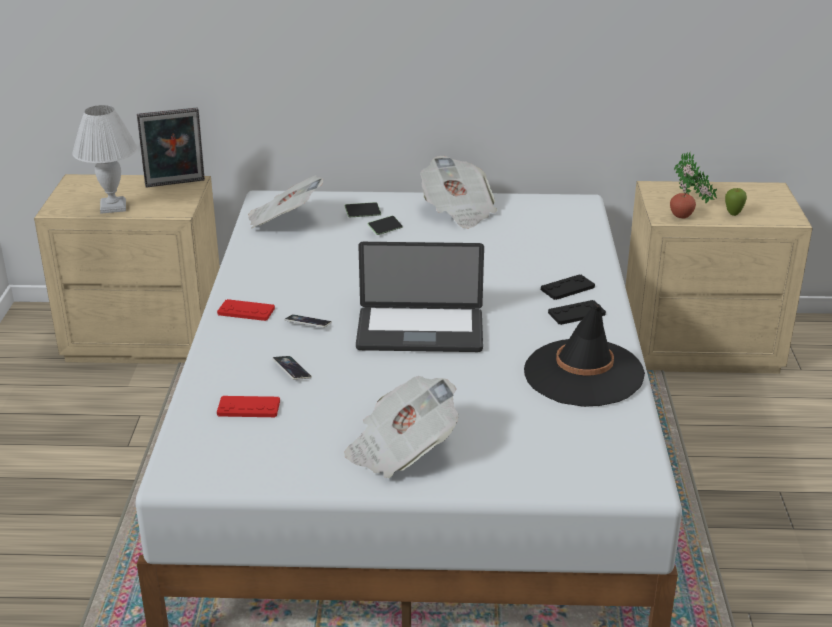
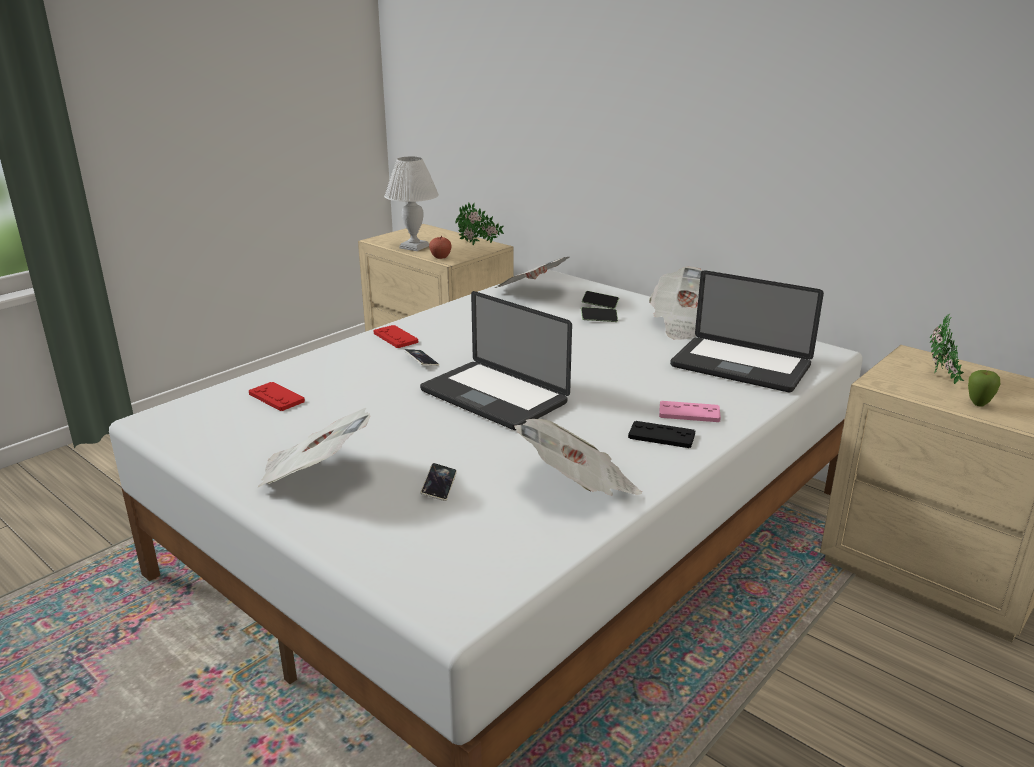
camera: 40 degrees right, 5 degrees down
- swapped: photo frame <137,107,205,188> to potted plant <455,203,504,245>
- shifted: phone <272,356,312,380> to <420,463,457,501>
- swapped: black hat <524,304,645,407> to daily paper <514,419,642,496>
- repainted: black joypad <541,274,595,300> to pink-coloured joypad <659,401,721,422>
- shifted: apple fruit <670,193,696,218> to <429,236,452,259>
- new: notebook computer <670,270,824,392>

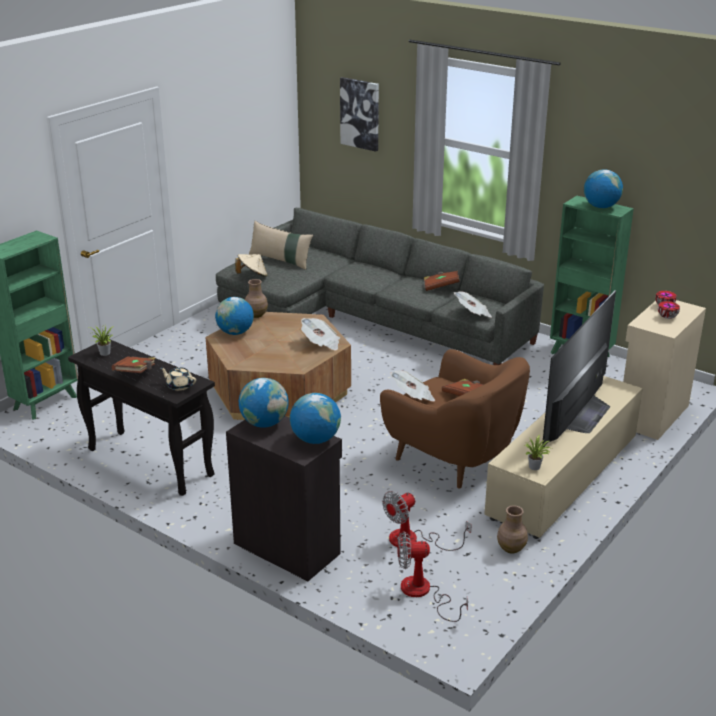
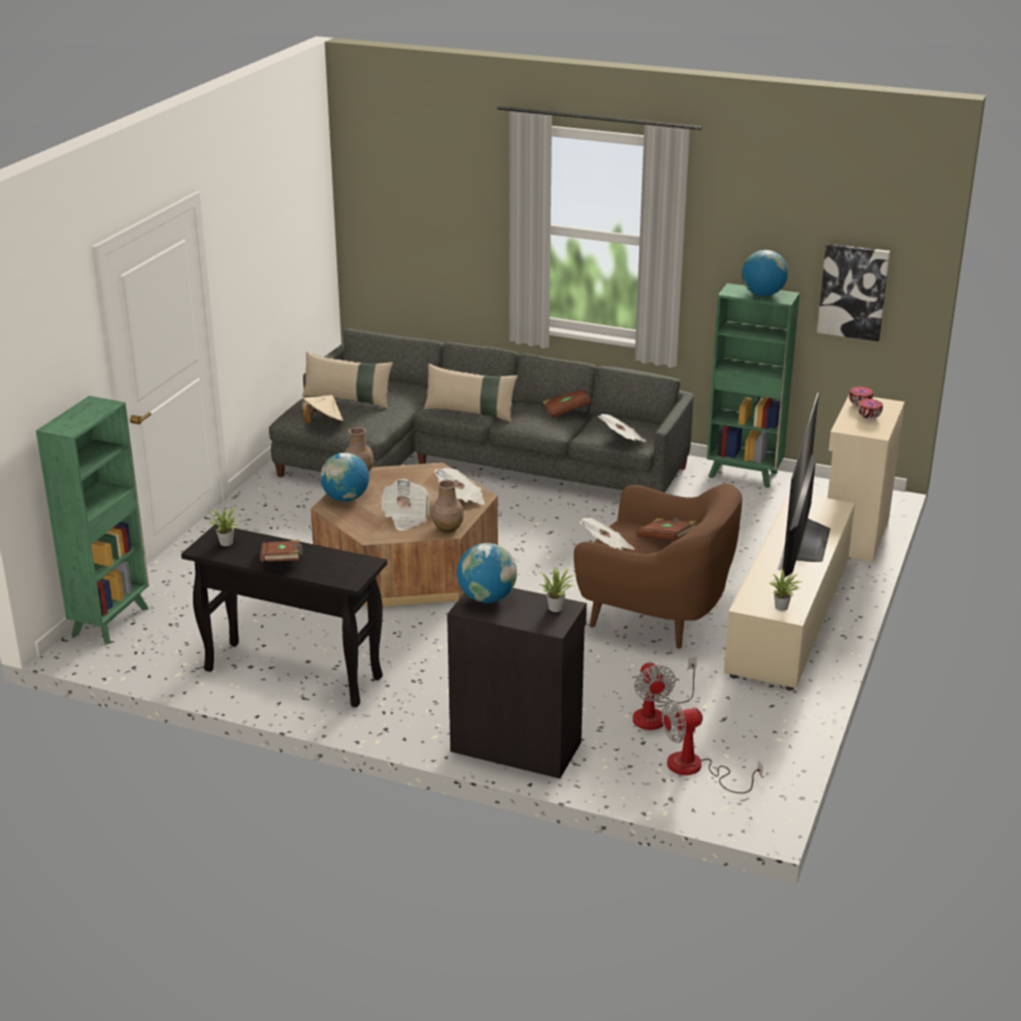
camera: 15 degrees left, 0 degrees up
- gone: beige pot for tea <160,367,196,391>
- swapped: globe <290,393,341,444> to potted plant <540,567,577,612>
- shifted: wall art <340,77,379,152> to <817,243,890,341>
- rotated: cooling fan <382,491,472,551> = <633,658,697,730> 45 degrees counterclockwise
- shifted: brown-coloured vase <497,505,528,554> to <432,480,464,533>
- new: daily paper <380,479,430,531>
- new: beige throw pillow <424,364,518,422>

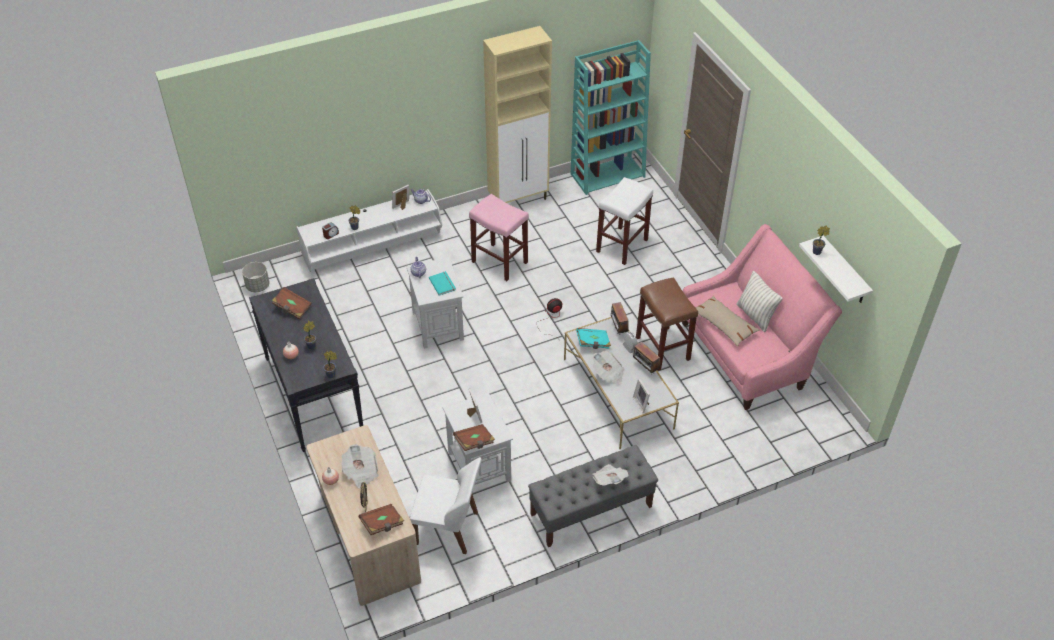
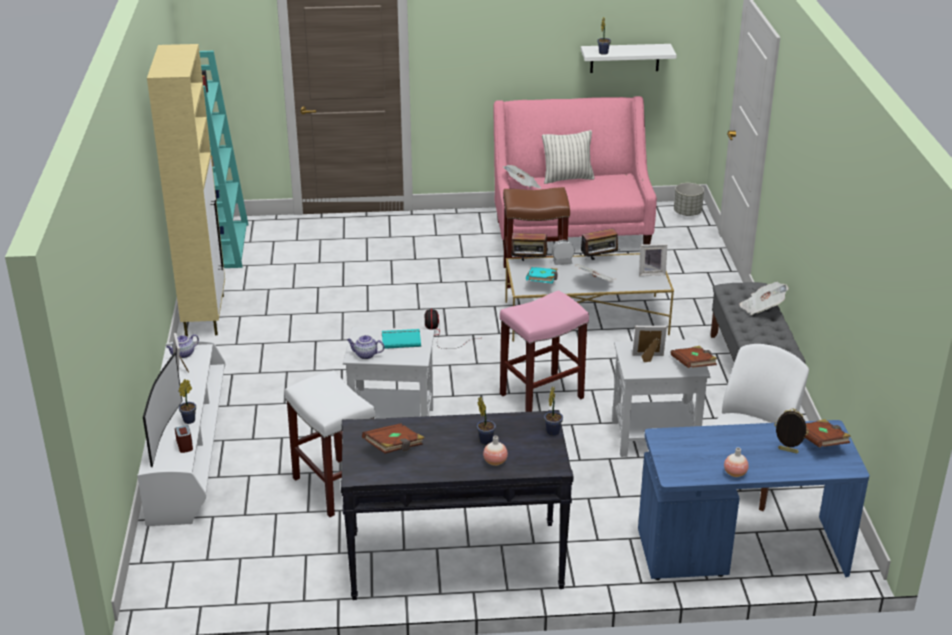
camera: 70 degrees left, 15 degrees down
- shifted: gray plant pot <242,262,270,292> to <674,183,704,216>
- repainted: beige desk unit <306,425,421,606> to blue-coloured desk unit <638,420,870,580>
- shifted: daily paper <341,444,379,489> to <503,165,541,189>
- shifted: pink-coloured stool <469,194,529,281> to <500,290,589,412>
- shifted: whitish stool <596,177,653,265> to <285,371,375,517>
- gone: beige throw pillow <696,296,760,346>
- new: TV <143,353,182,467>

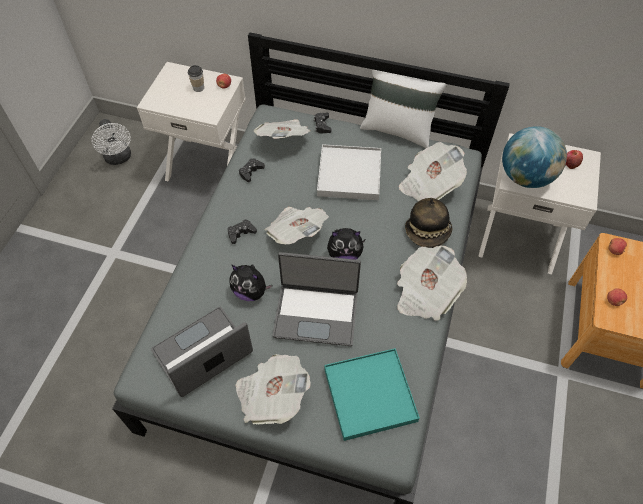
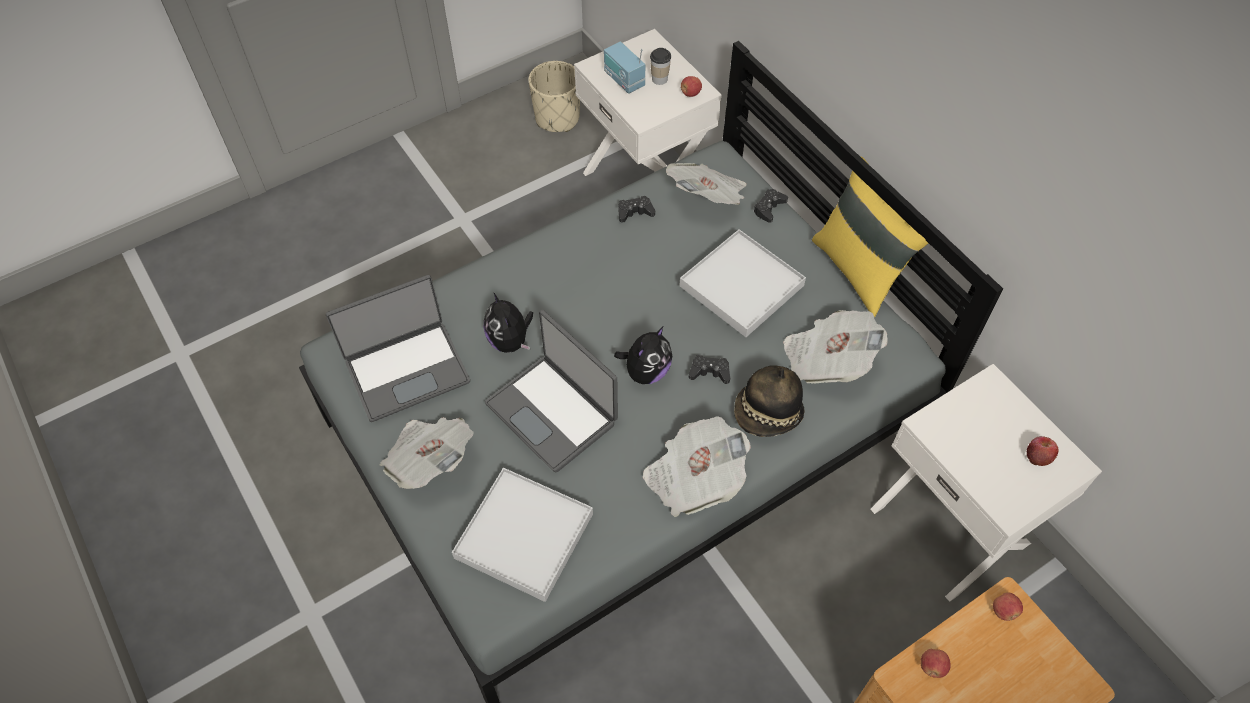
camera: 40 degrees right, 0 degrees up
- swapped: whitish cooling fan <92,119,131,165> to beige plant pot <529,61,580,132>
- rotated: notebook computer <151,307,253,397> = <326,275,470,422> 150 degrees clockwise
- shifted: black joypad <228,219,257,244> to <689,355,730,384>
- gone: daily paper <264,207,329,244>
- repainted: turquoise carrying tray <324,348,420,441> to whitish carrying tray <452,468,593,602>
- rotated: cuddly toy <327,228,365,260> = <614,327,672,384> 90 degrees counterclockwise
- repainted: whitish throw pillow <360,69,447,148> to yellow-coloured throw pillow <812,157,928,318>
- gone: globe <502,126,567,188>
- new: radio set <604,41,645,94>

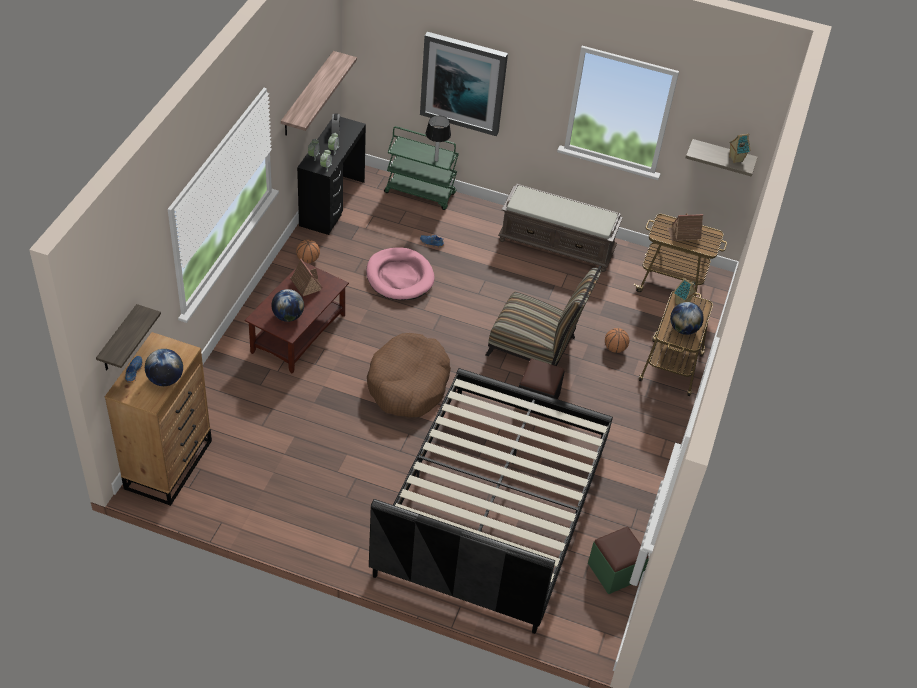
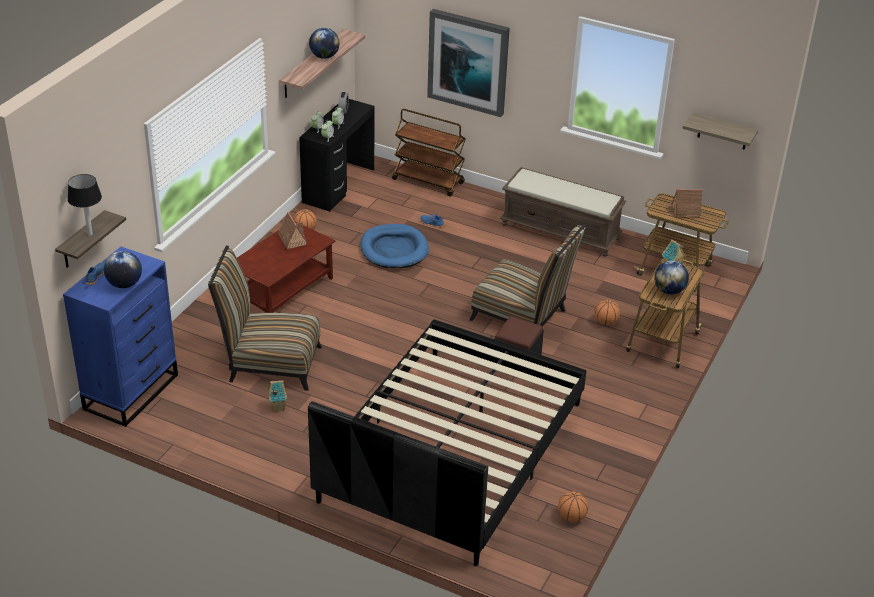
camera: 10 degrees right, 10 degrees down
- repainted: brown-coloured drawer chest <105,332,212,506> to blue-coloured drawer chest <63,247,178,427>
- shifted: globe <271,289,304,322> to <309,28,340,59>
- repainted: pink-coloured dog bed <366,247,434,300> to blue-coloured dog bed <360,224,429,268>
- gone: brown-coloured dog bed <367,333,451,418>
- repainted: green-coloured cart <384,126,459,210> to brown-coloured cart <392,109,466,197>
- shifted: tabletop lamp <426,115,451,162> to <67,174,102,236>
- swapped: green-coloured ottoman <588,527,649,594> to ball for basketball <558,492,588,522>
- shifted: model house <729,134,751,163> to <268,380,287,412>
- new: plain chair <208,246,322,391>

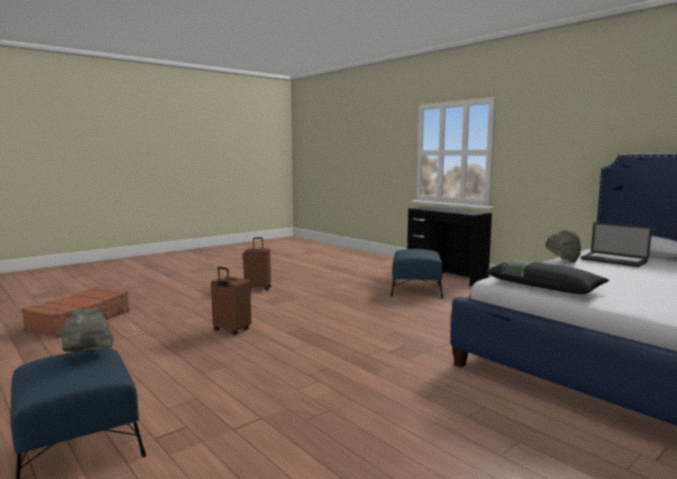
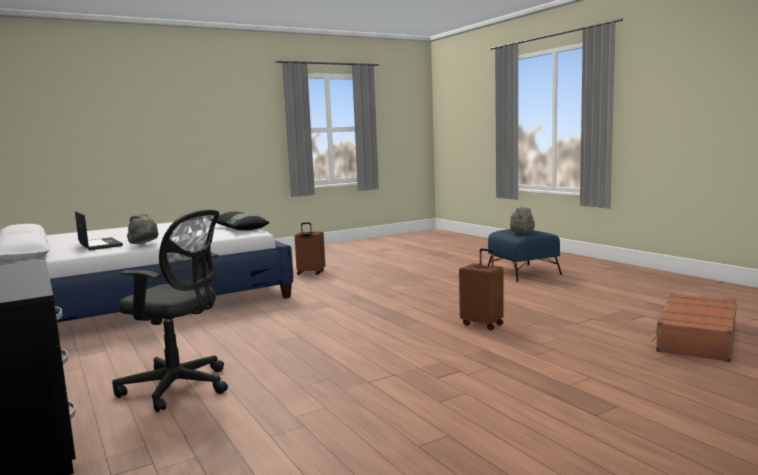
camera: 170 degrees left, 0 degrees up
- shifted: brown-coloured piece of luggage <243,238,271,291> to <295,223,325,275>
- swapped: blue-coloured ottoman <391,249,443,299> to black desk chair <112,209,228,412>

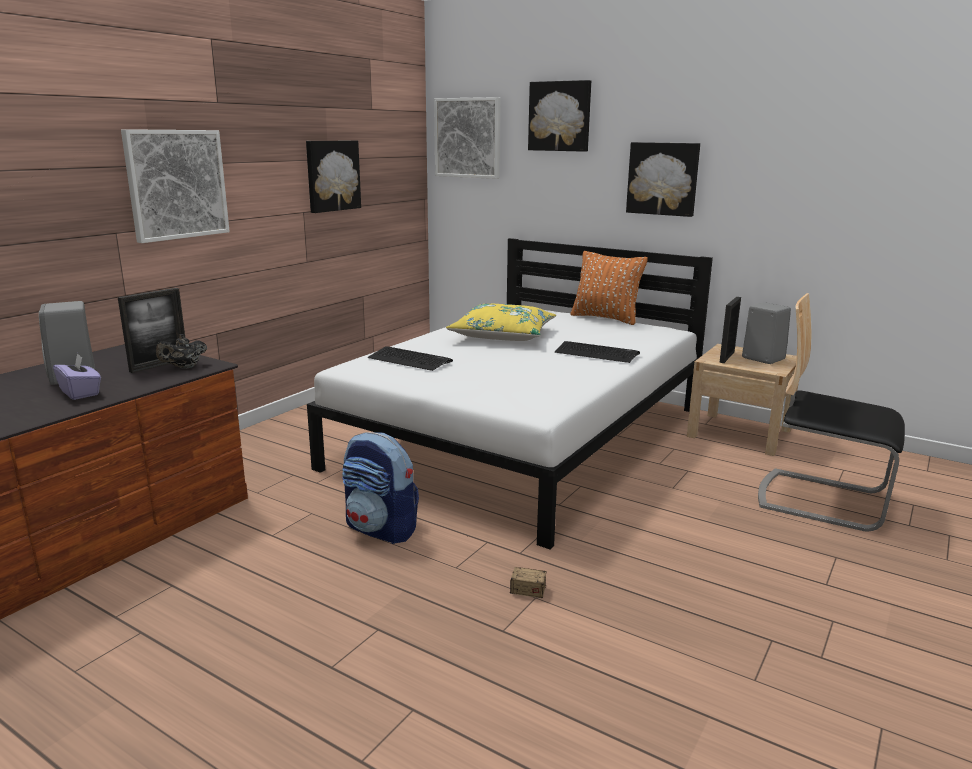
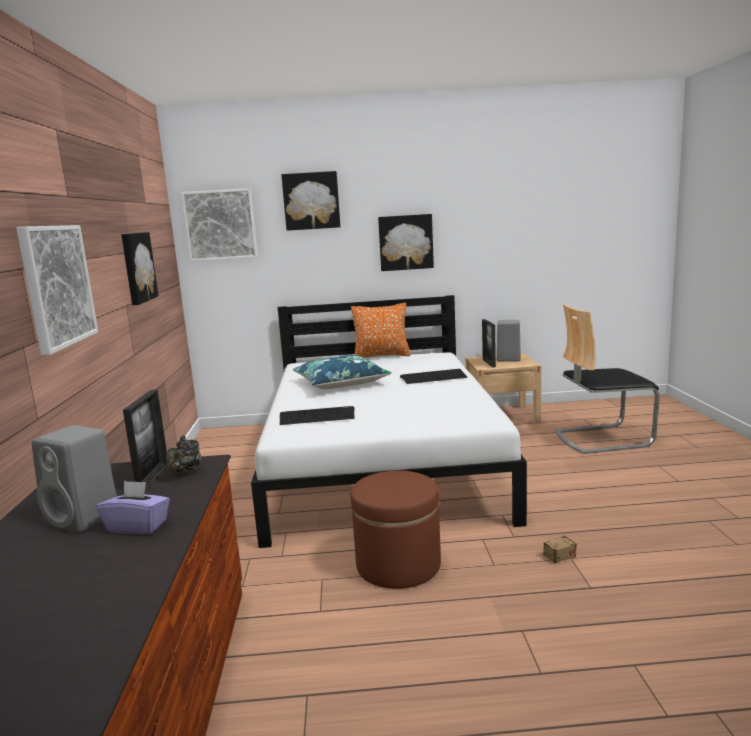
camera: 35 degrees left, 5 degrees down
- swapped: knapsack <342,432,419,544> to brown-coloured ottoman <351,471,441,589>
- repainted: yellow-coloured throw pillow <446,303,556,341> to blue-coloured throw pillow <293,355,391,389>

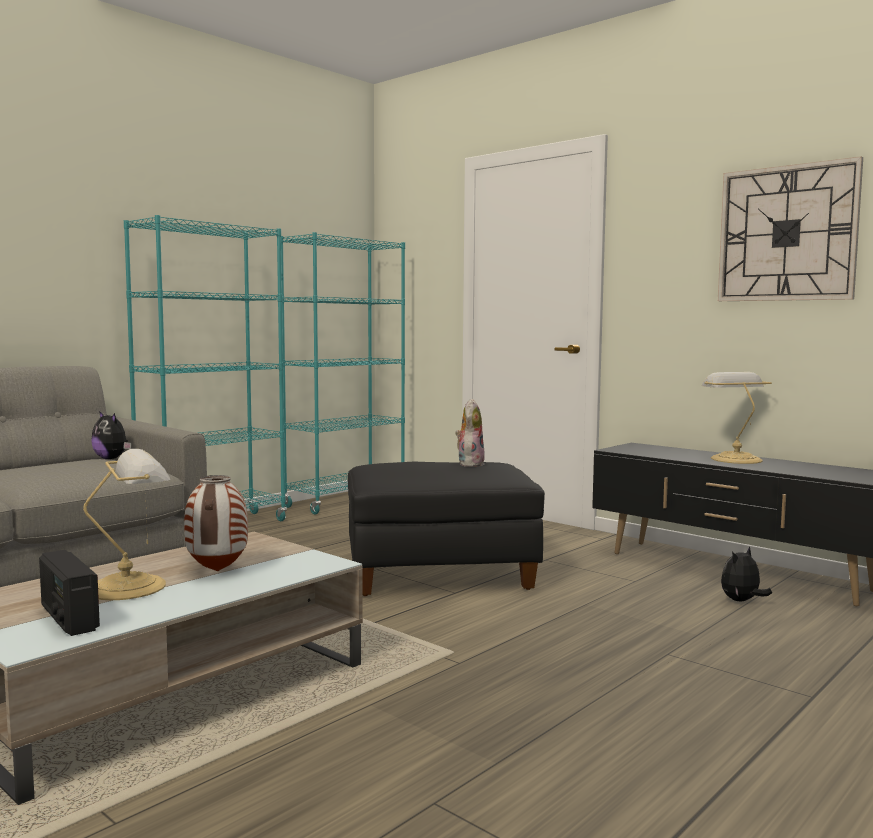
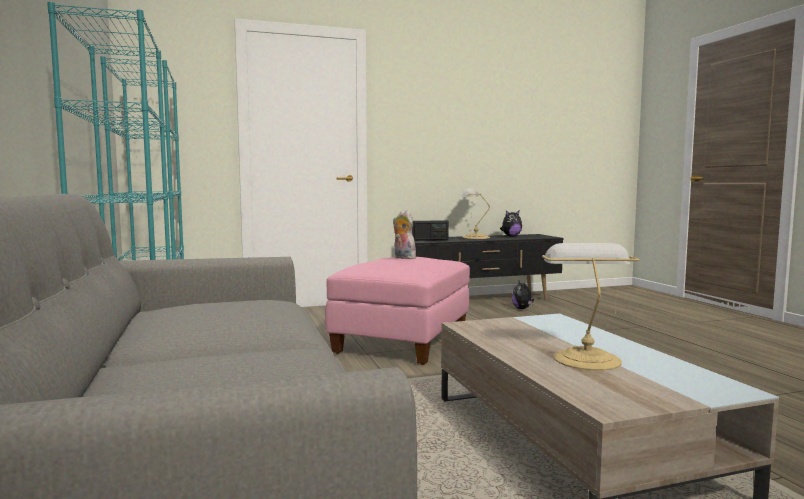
camera: 60 degrees left, 0 degrees up
- shifted: radio set <39,550,100,636> to <412,220,449,241>
- shifted: cuddly toy <91,411,131,459> to <500,211,522,237>
- gone: vase <184,475,248,571>
- repainted: black ottoman <348,462,545,596> to pink-coloured ottoman <325,257,470,365>
- gone: hanging clock <718,156,863,301>

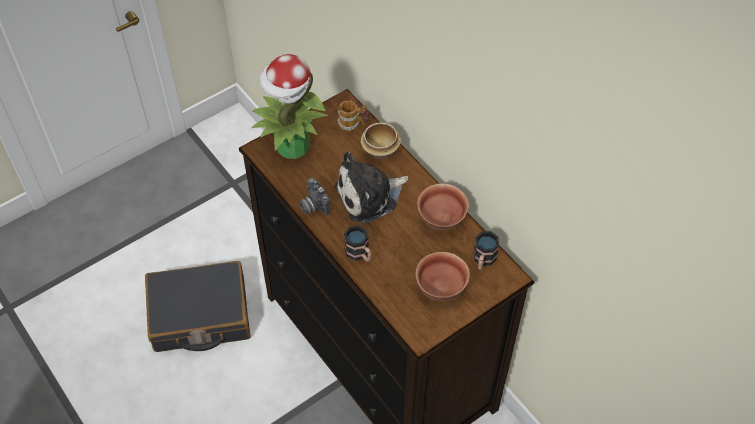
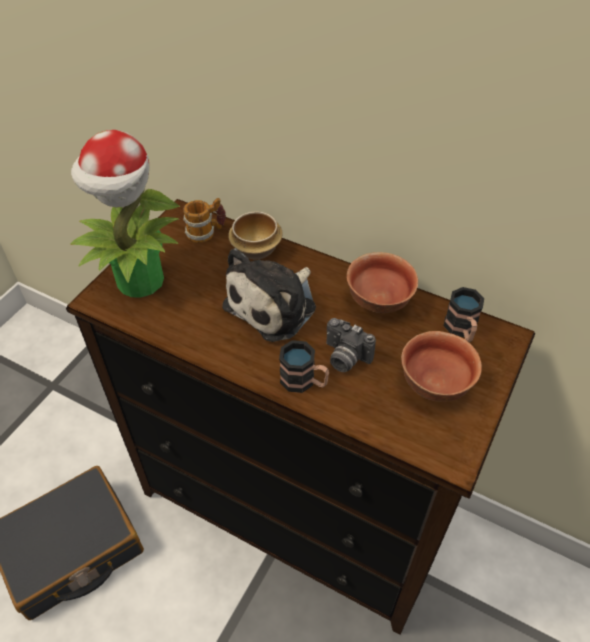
camera: 25 degrees left, 5 degrees down
- shifted: photo camera <299,178,331,215> to <326,318,376,372>

